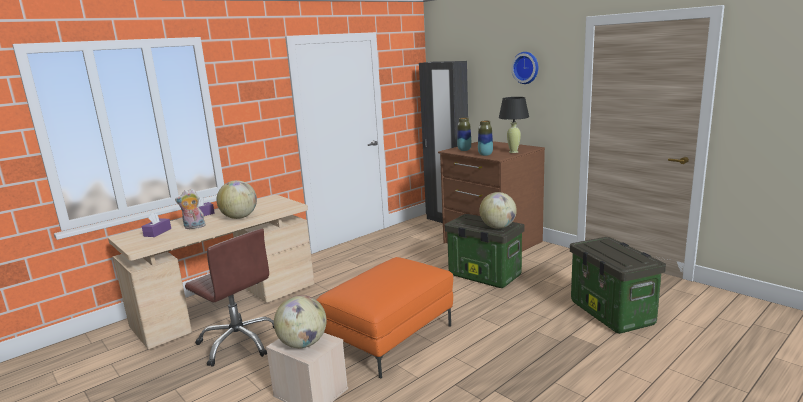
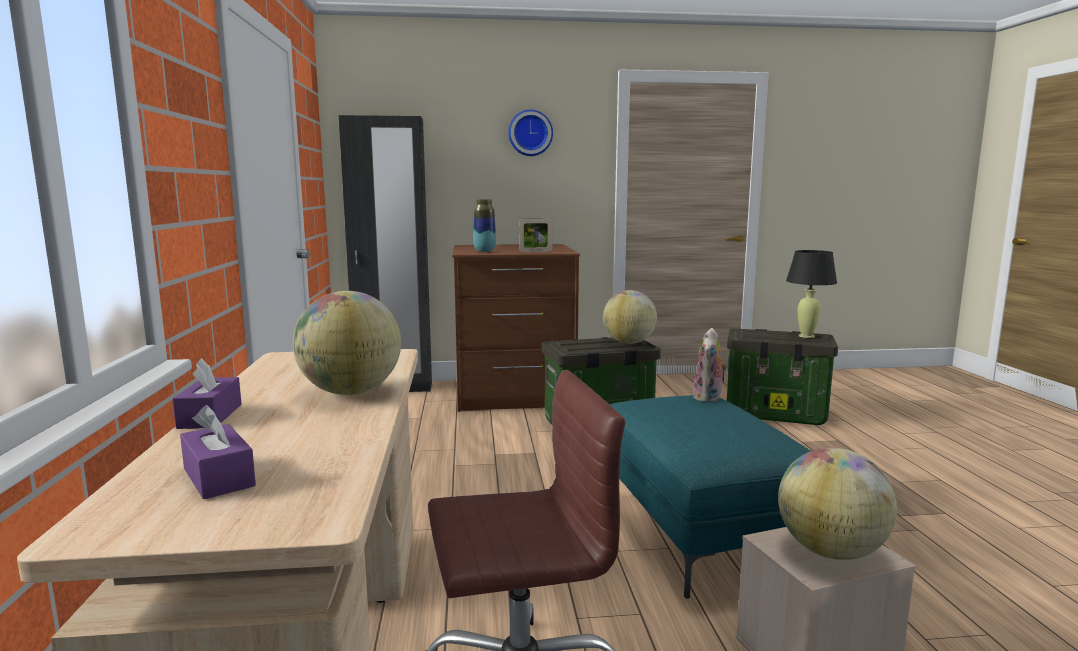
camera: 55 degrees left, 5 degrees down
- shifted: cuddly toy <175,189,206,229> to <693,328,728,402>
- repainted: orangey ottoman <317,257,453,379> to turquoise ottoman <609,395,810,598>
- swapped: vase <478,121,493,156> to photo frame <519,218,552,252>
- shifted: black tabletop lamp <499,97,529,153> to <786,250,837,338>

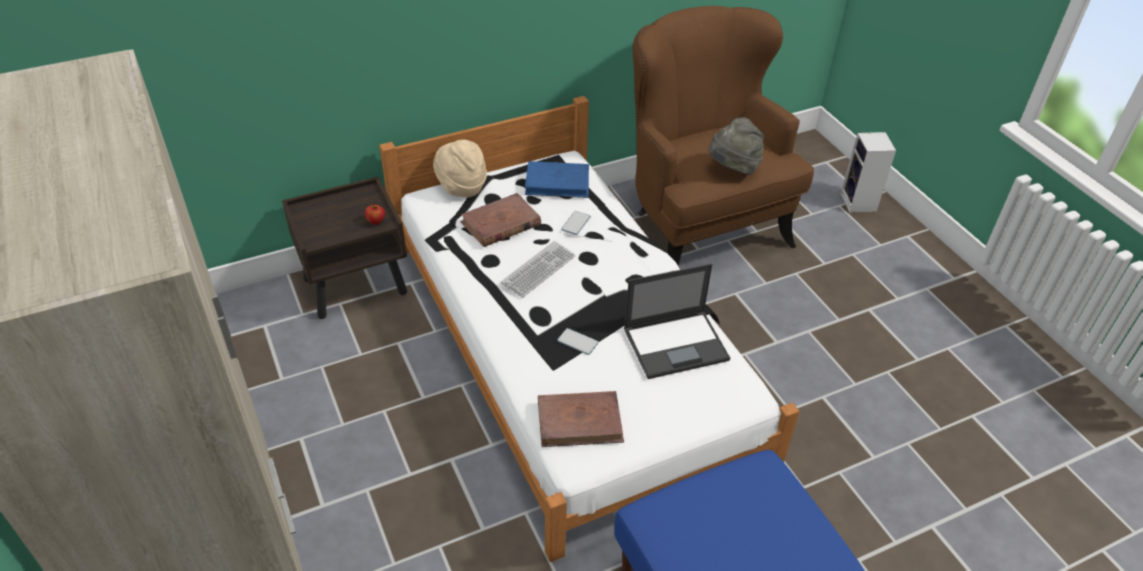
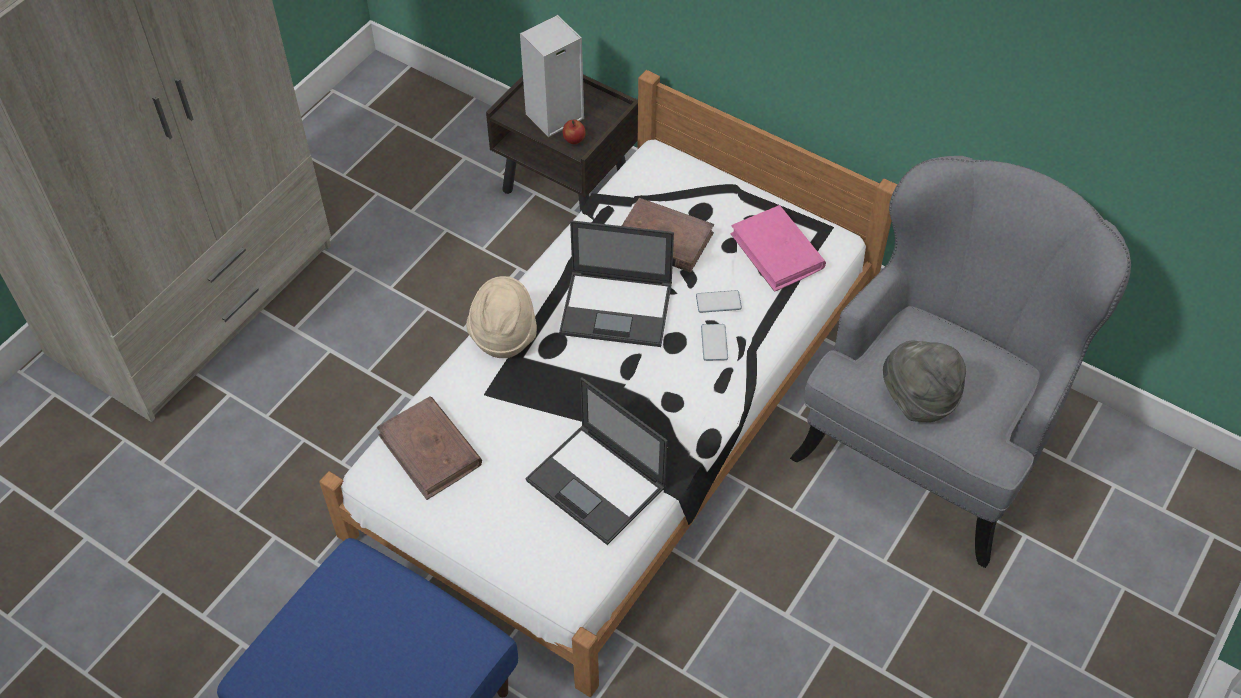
camera: 60 degrees right, 10 degrees up
- shifted: beige hat <433,139,487,198> to <466,276,537,358>
- swapped: computer keyboard <501,241,575,298> to notebook computer <559,220,674,347>
- repainted: blue-coloured volume <525,161,589,198> to pink-coloured volume <731,205,826,292>
- shifted: phone <557,328,598,355> to <701,324,728,361>
- repainted: brown-coloured easy chair <633,6,814,265> to gray easy chair <790,156,1131,568>
- shifted: audio speaker <840,132,896,213> to <520,15,584,137>

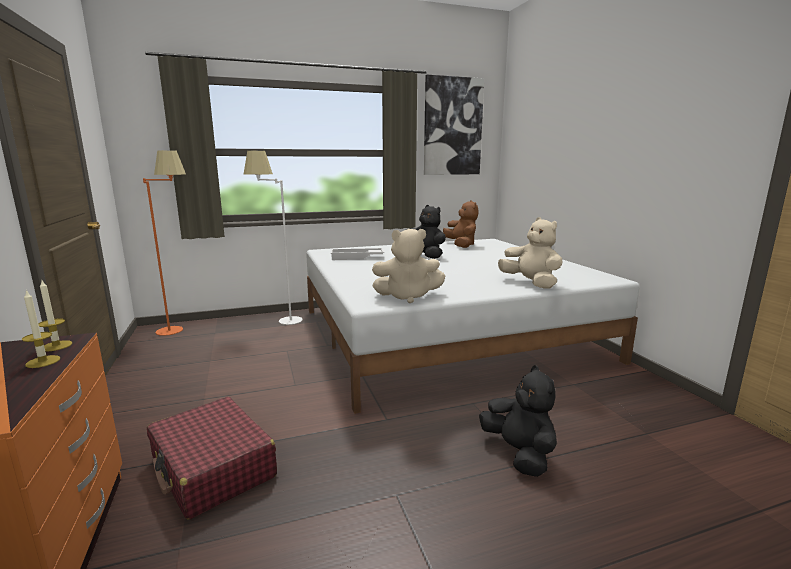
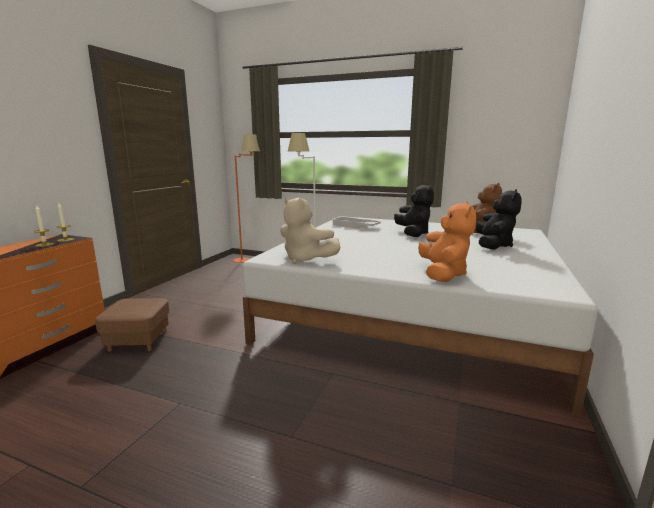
camera: 40 degrees right, 0 degrees up
- swapped: reddish piece of luggage <147,397,277,520> to brown-coloured ottoman <95,298,169,352>
- gone: wall art <424,75,484,175>
- shifted: black cuddly toy <479,365,557,477> to <476,189,521,250>
- repainted: beige cuddly toy <498,217,563,288> to orangey cuddly toy <418,201,476,282>

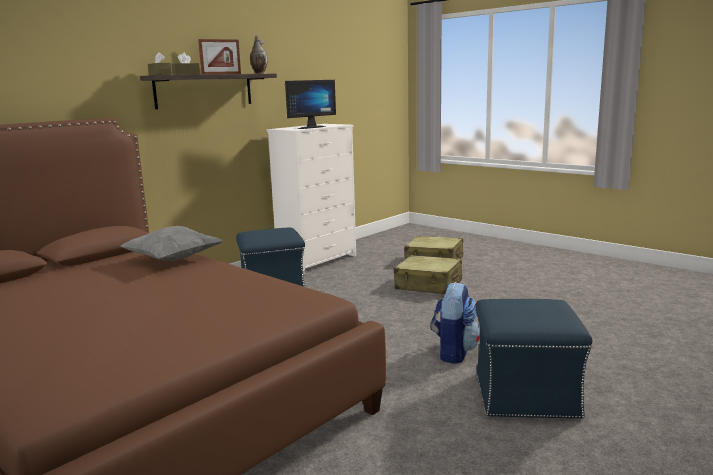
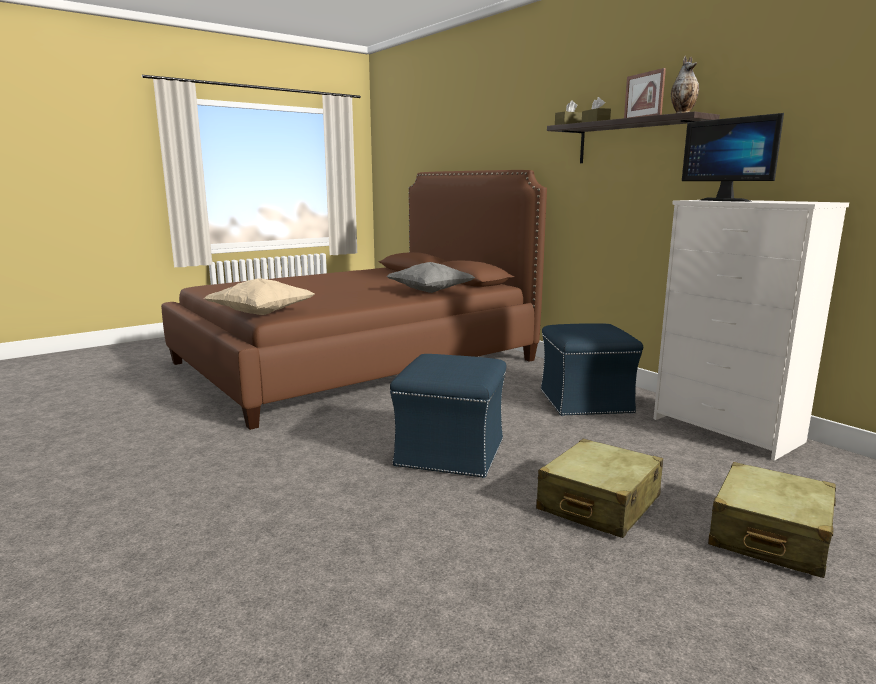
camera: 100 degrees right, 0 degrees up
- gone: knapsack <431,282,480,364>
- shifted: blue-coloured ottoman <476,299,592,419> to <390,354,506,478>
- new: beige throw pillow <204,278,314,315>

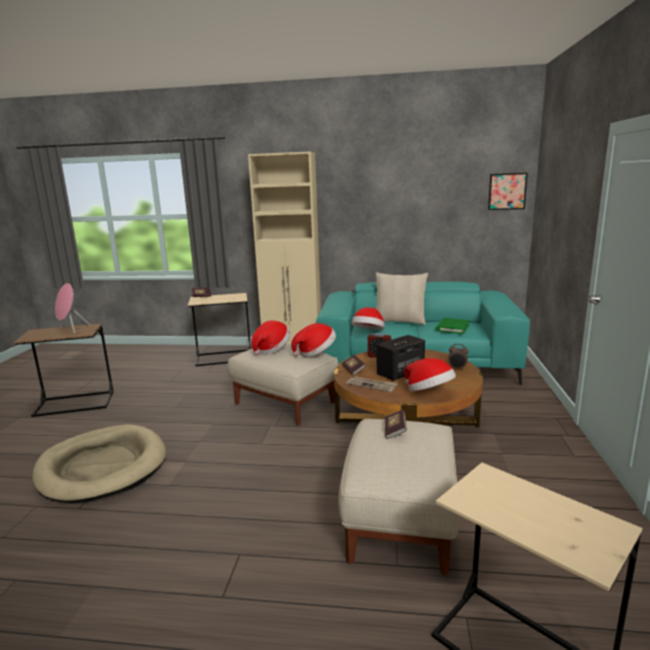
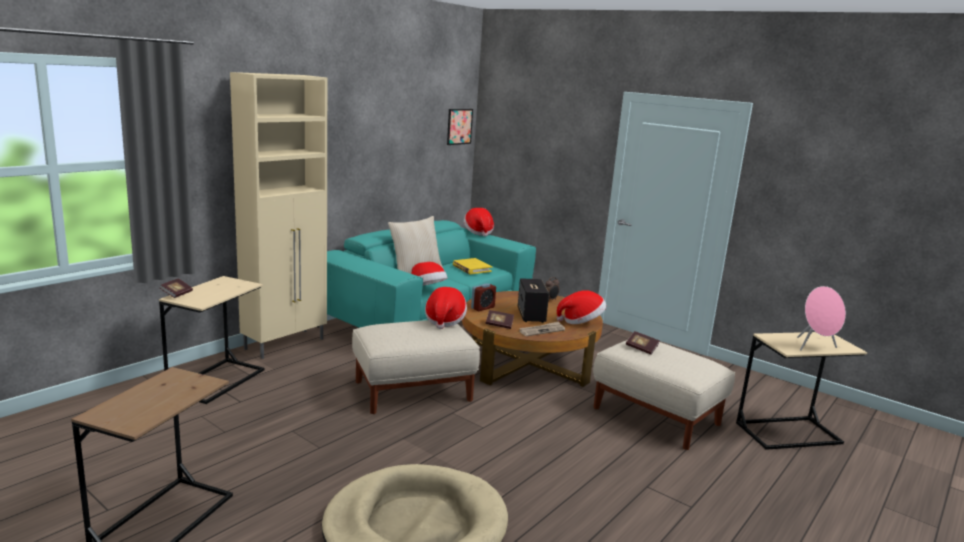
camera: 60 degrees left, 0 degrees up
- shifted: pink-coloured audio speaker <55,283,90,334> to <797,286,846,350>
- shifted: hat <251,321,290,355> to <464,208,494,236>
- repainted: green-coloured volume <436,318,469,334> to yellow-coloured volume <453,258,492,274>

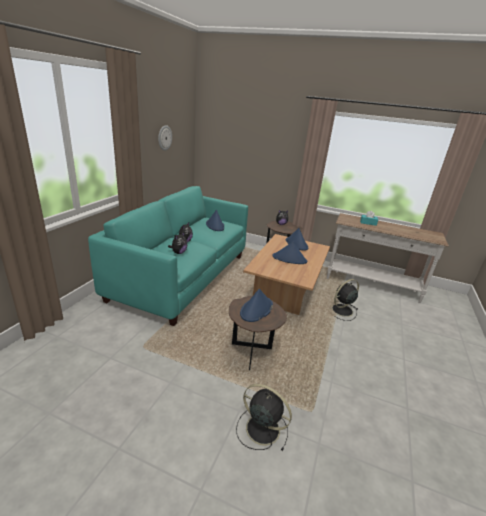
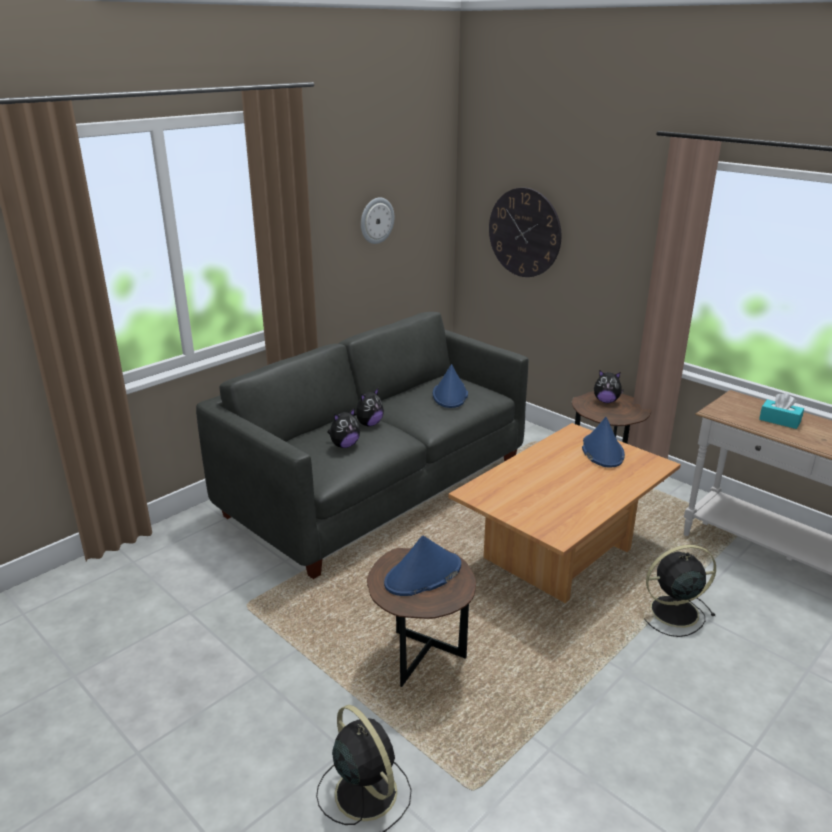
camera: 25 degrees right, 0 degrees up
- repainted: turquoise settee <88,186,248,326> to gray settee <196,312,529,579>
- gone: blue-coloured hat <273,241,307,264>
- new: hanging clock <489,188,561,277>

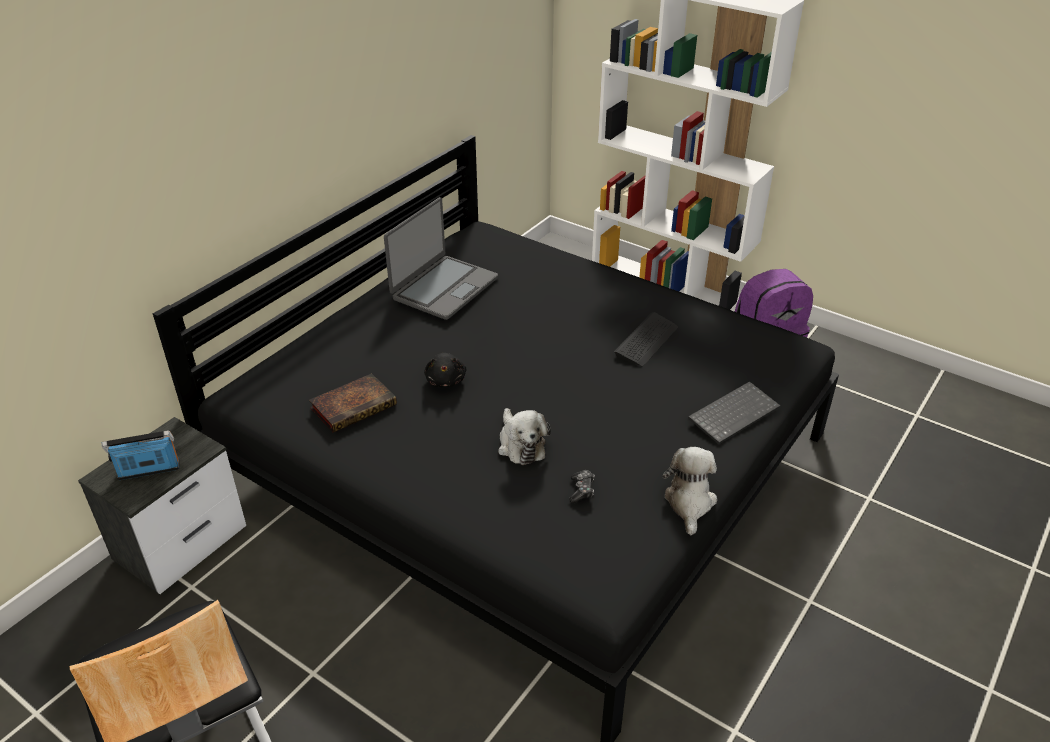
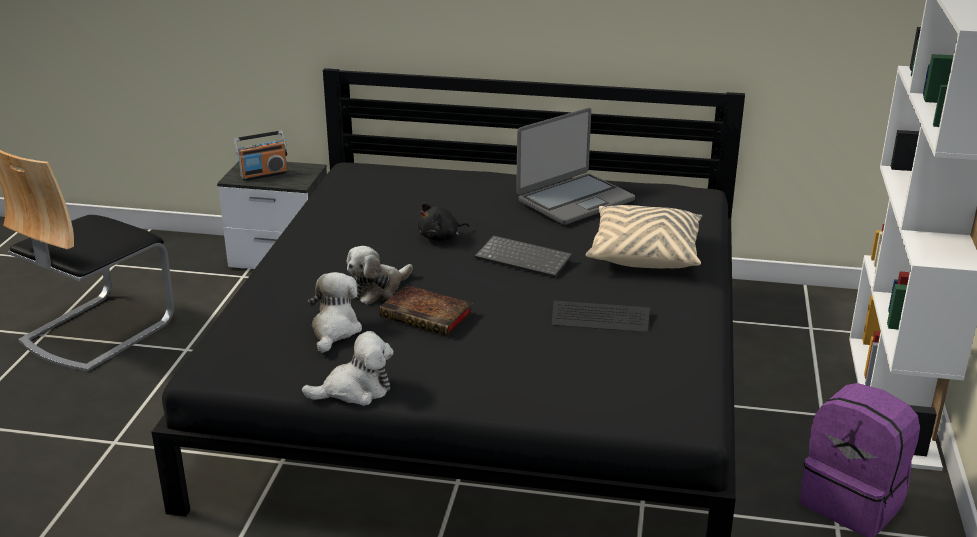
camera: 65 degrees right, 10 degrees down
- rotated: radio set <102,430,179,480> = <234,131,288,181> 105 degrees clockwise
- shifted: volume <309,373,397,432> to <379,285,473,336>
- rotated: notebook computer <384,197,498,320> = <516,108,635,225> 45 degrees counterclockwise
- swapped: joypad <569,470,595,503> to cuddly toy <308,272,362,353>
- shifted: computer keyboard <688,381,780,444> to <475,235,572,278>
- new: beige throw pillow <586,205,702,268>

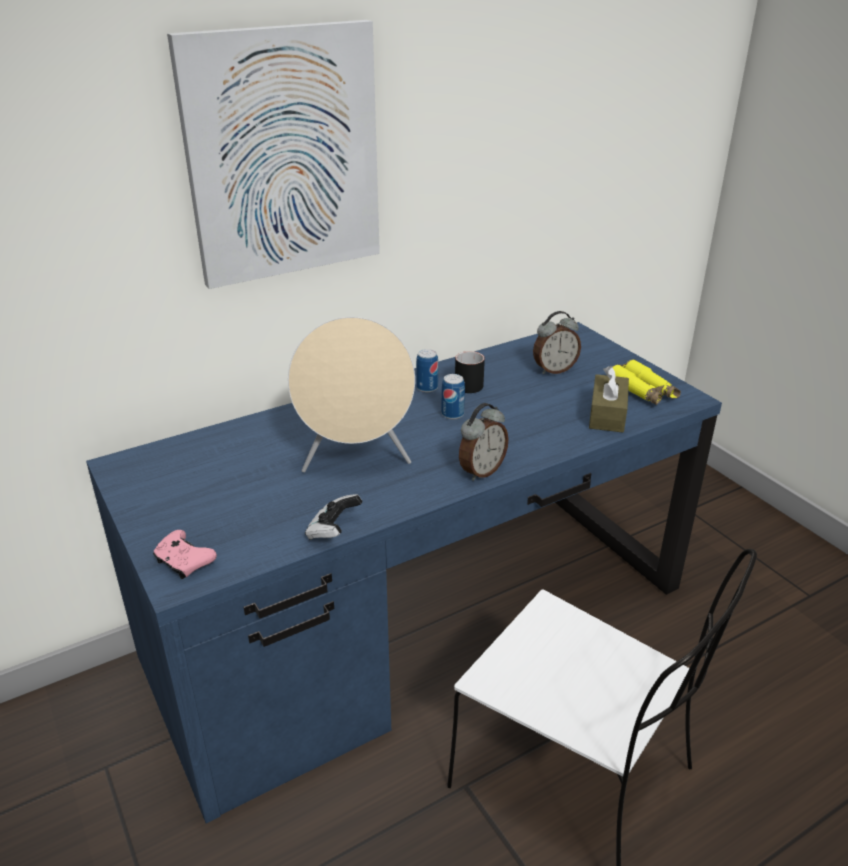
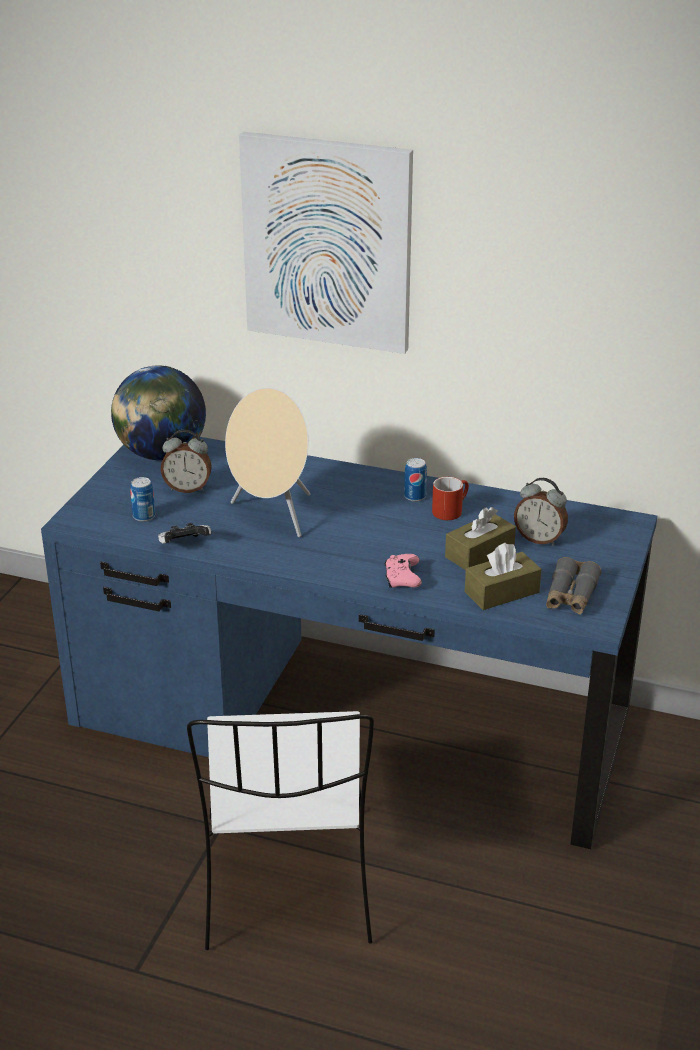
camera: 50 degrees right, 0 degrees up
- shifted: pink-coloured joypad <153,530,217,579> to <385,554,422,588>
- shifted: sealed can <441,374,465,420> to <130,477,155,522>
- repainted: black tea mug <455,351,485,393> to reddish tea mug <432,477,469,520>
- shifted: table clock <459,403,509,481> to <161,430,212,493>
- repainted: yellow-coloured pair of binoculars <612,359,681,405> to gray pair of binoculars <546,557,601,615>
- new: globe <111,365,206,460>
- new: brown-coloured box of tissues <445,507,516,570>

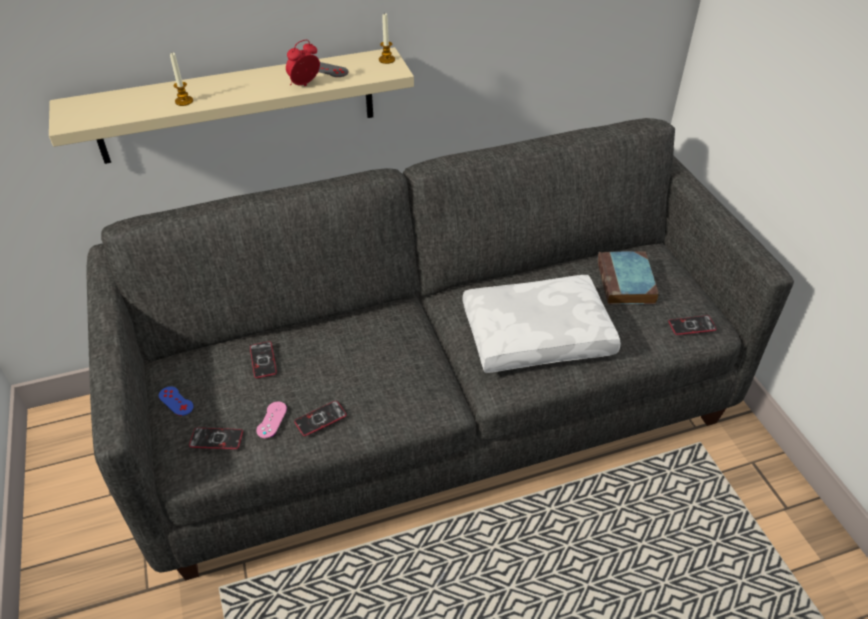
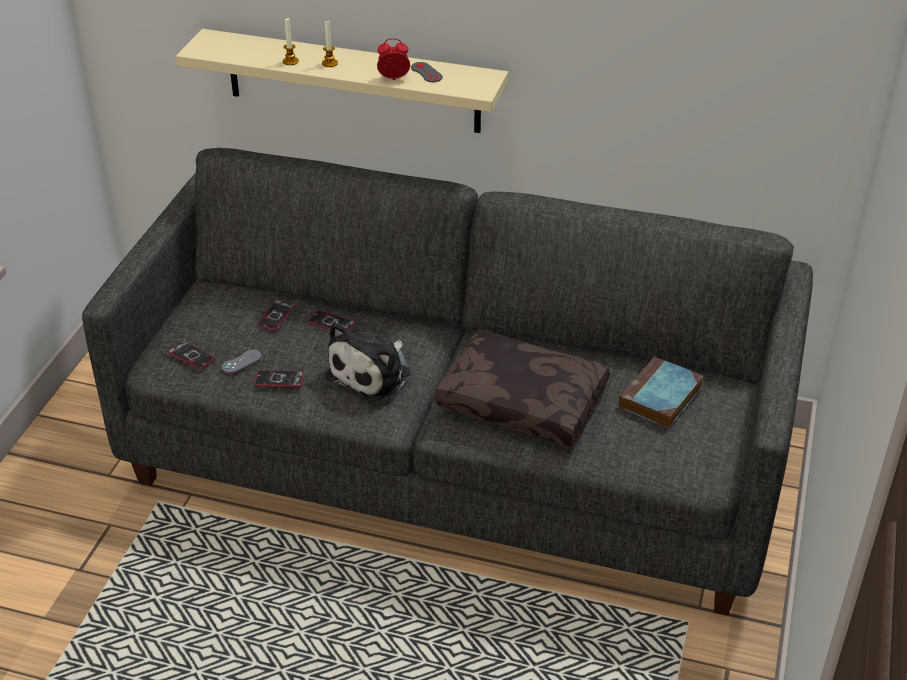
camera: 35 degrees right, 5 degrees down
- gone: blue-coloured joypad <159,386,193,416>
- repainted: pink-coloured joypad <256,402,287,438> to gray joypad <222,350,262,373>
- shifted: wax light <379,13,395,64> to <322,20,338,67>
- repainted: whitish throw pillow <463,275,621,373> to brown-coloured throw pillow <435,329,610,447>
- shifted: phone <668,315,717,335> to <308,310,355,330>
- new: cuddly toy <325,321,411,402>

